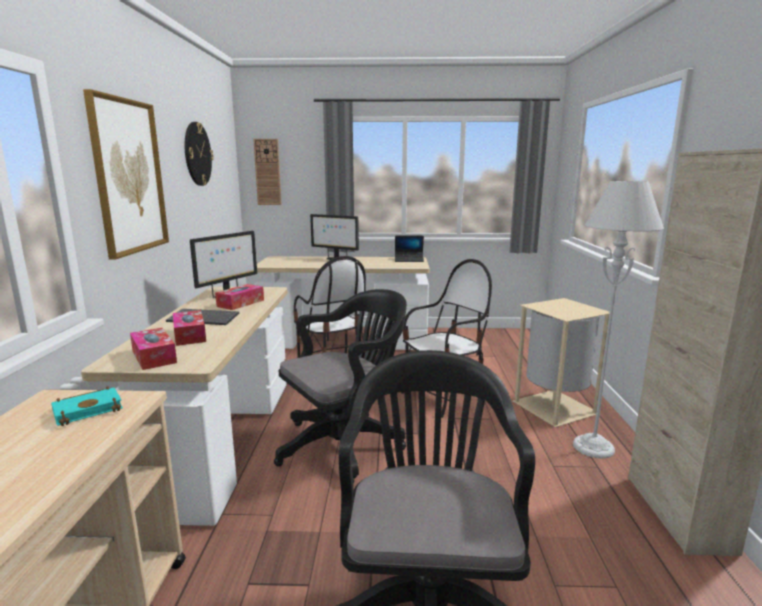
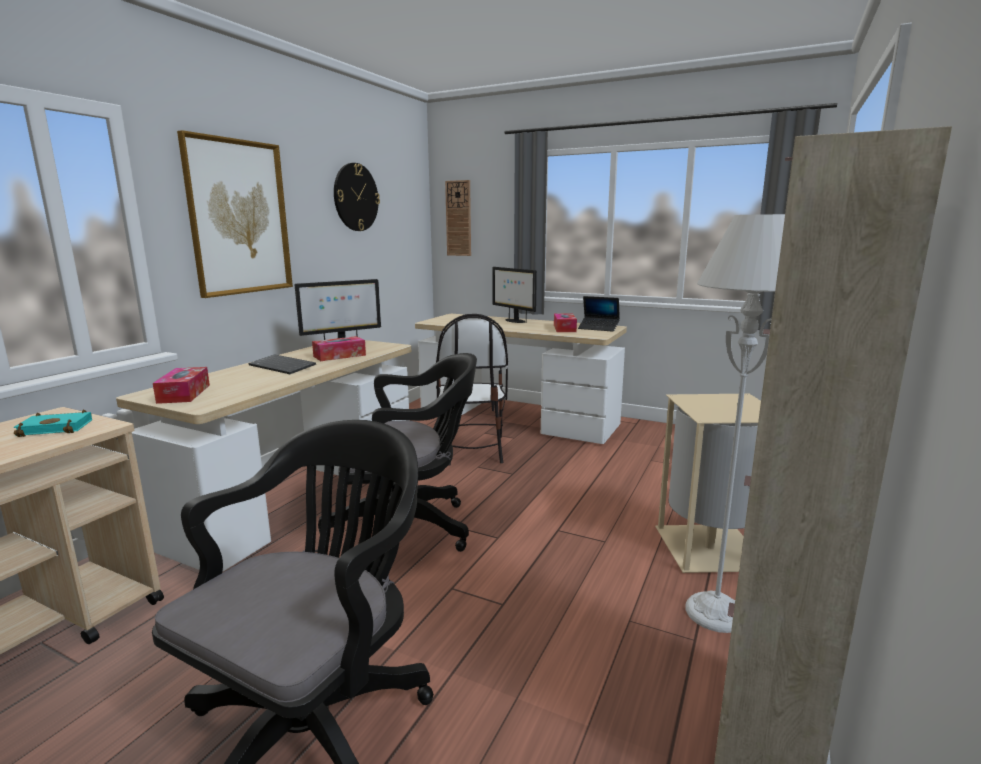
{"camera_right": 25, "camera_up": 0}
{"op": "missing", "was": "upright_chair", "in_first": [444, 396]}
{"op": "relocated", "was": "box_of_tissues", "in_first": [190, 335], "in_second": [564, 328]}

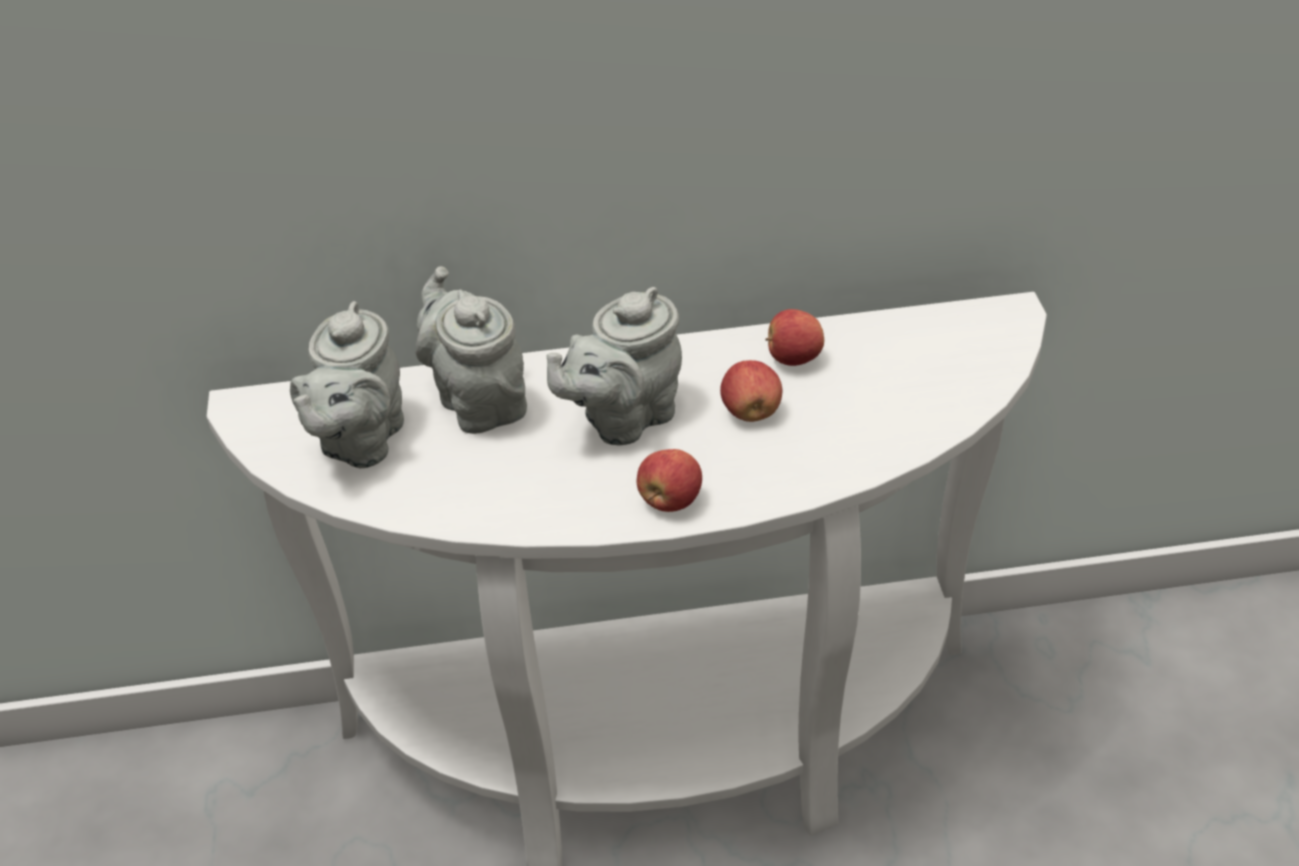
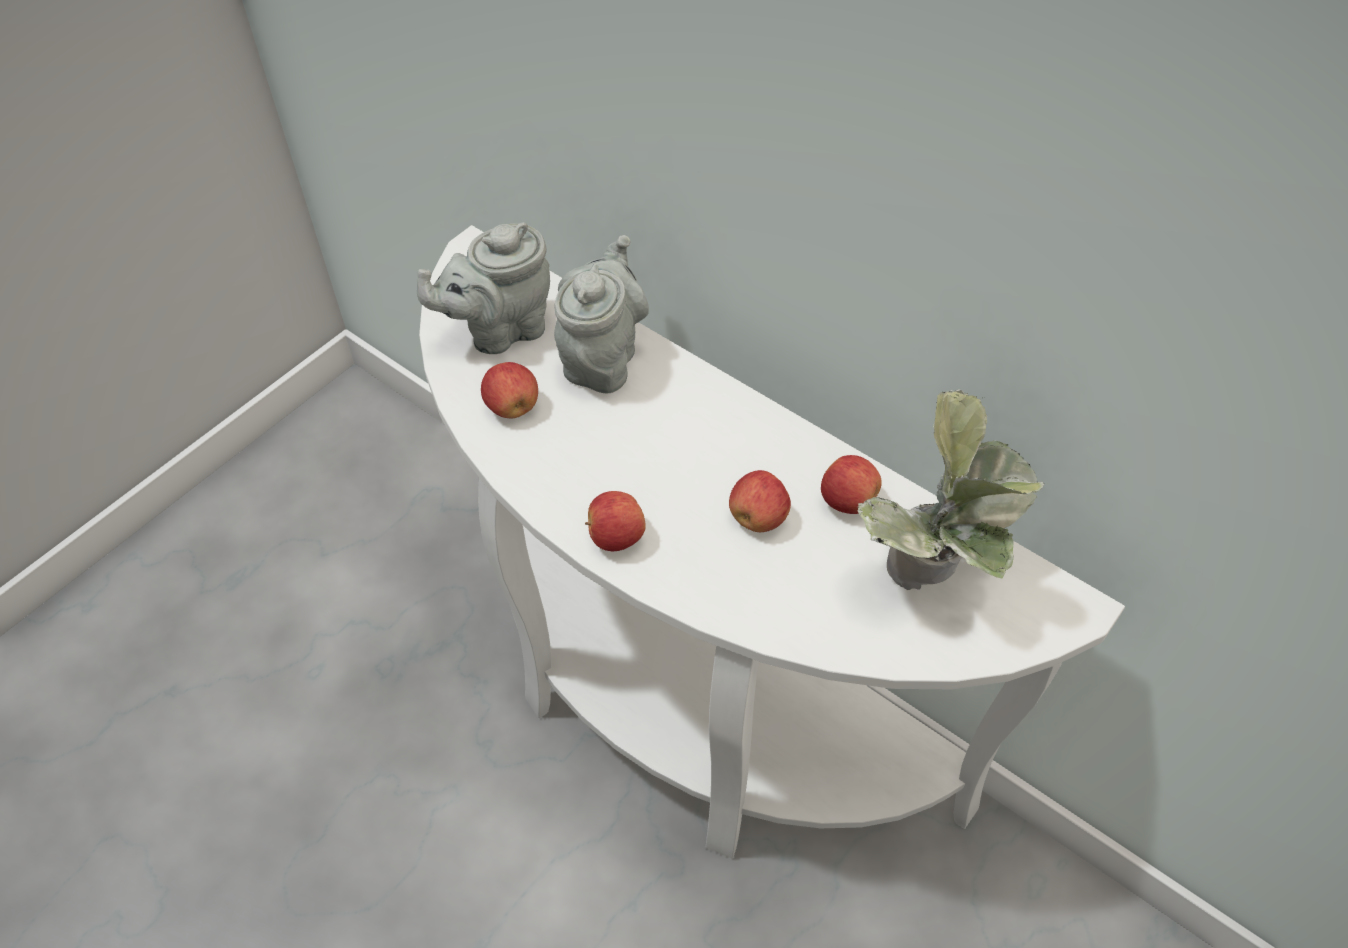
{"camera_right": 45, "camera_up": 10}
{"op": "missing", "was": "gray_teapot", "in_first": [623, 418]}
{"op": "appeared", "now": "apple", "in_second": [512, 407]}
{"op": "appeared", "now": "potted_plant", "in_second": [932, 579]}

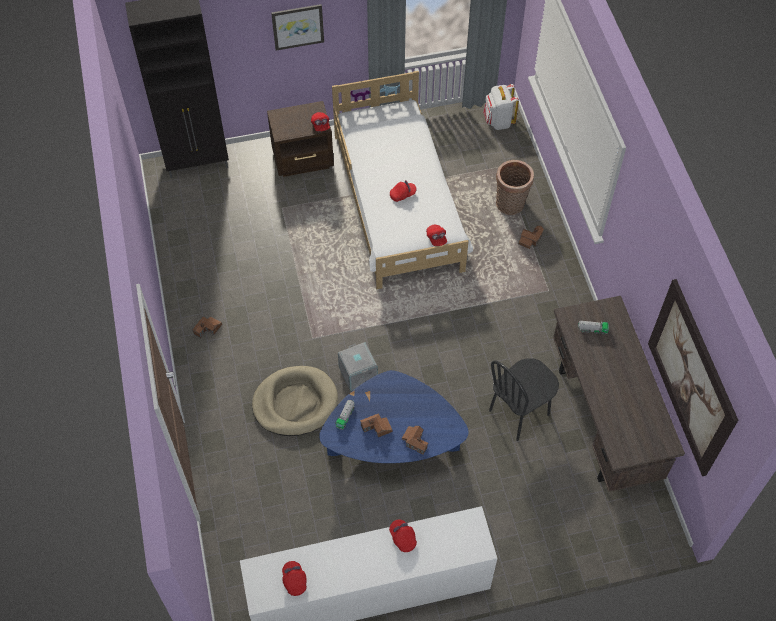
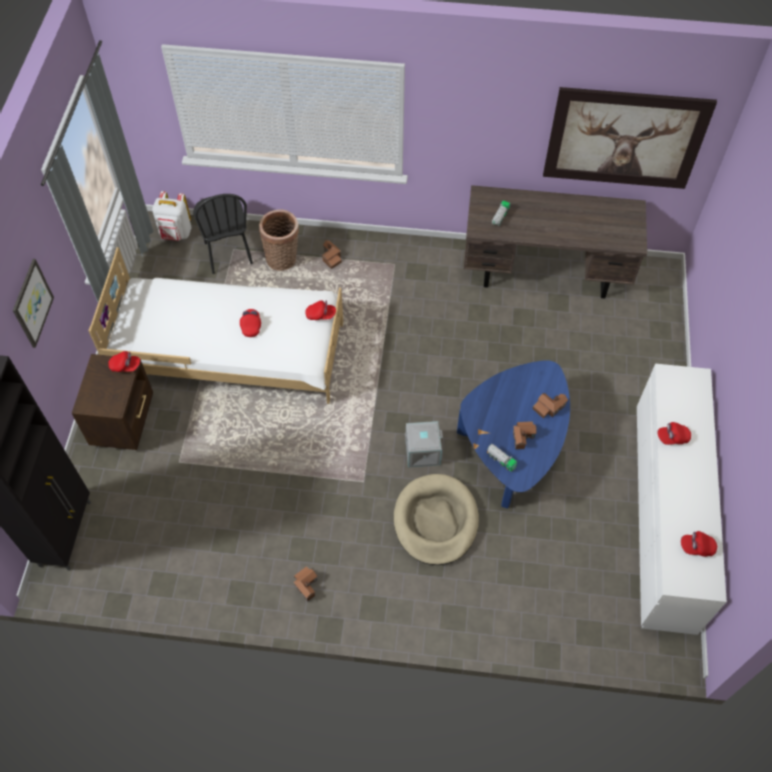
{"camera_right": -70, "camera_up": 0}
{"op": "relocated", "was": "blackish_upright_chair", "in_first": [519, 413], "in_second": [227, 253]}

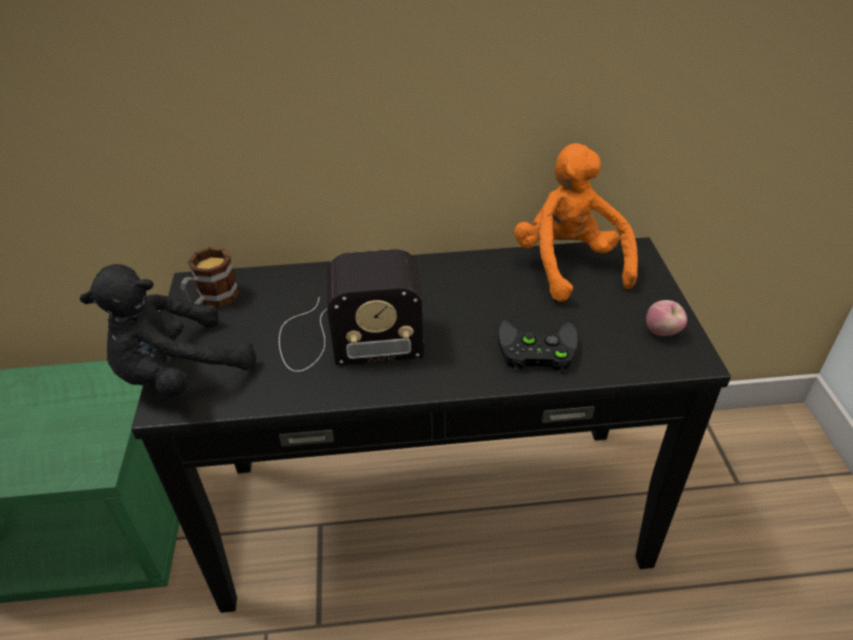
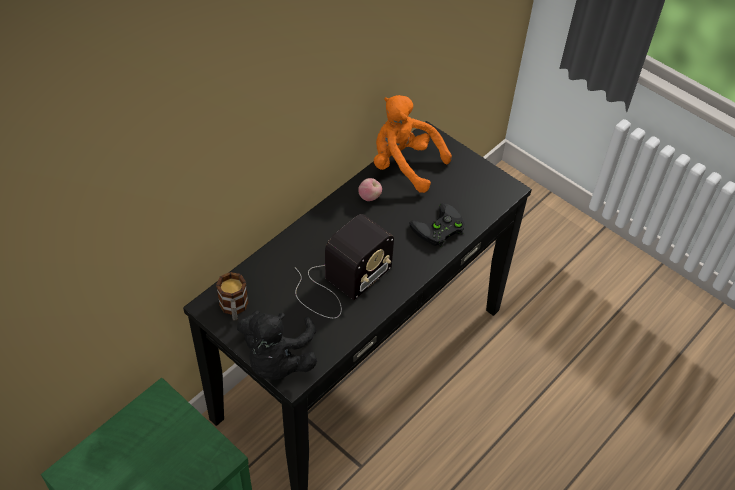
{"camera_right": -45, "camera_up": 10}
{"op": "relocated", "was": "apple", "in_first": [662, 332], "in_second": [370, 197]}

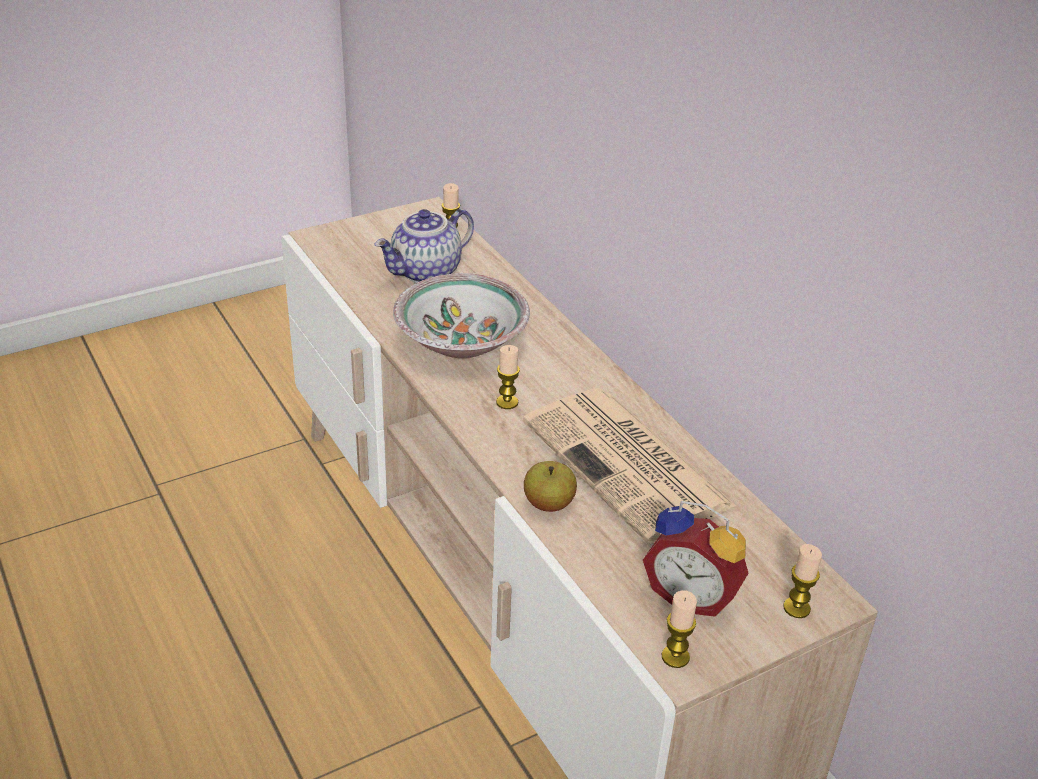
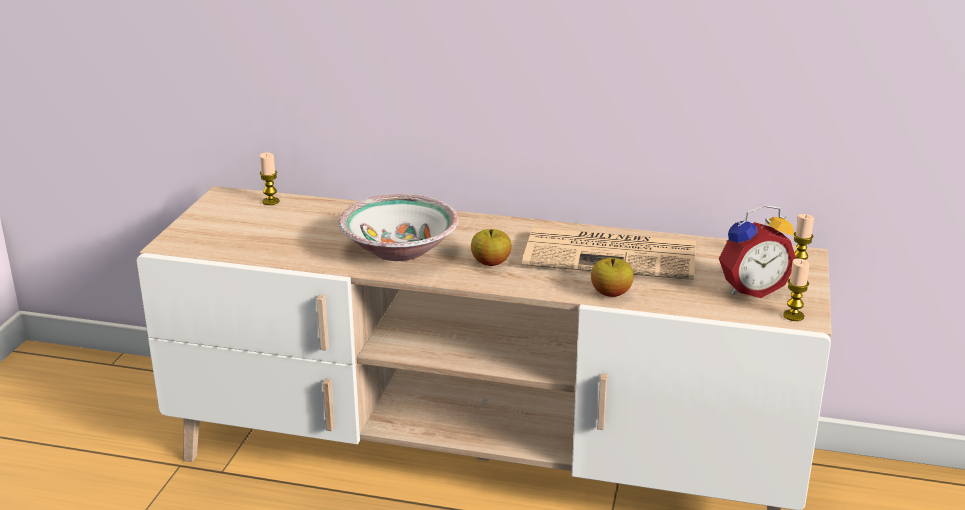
{"camera_right": -45, "camera_up": -10}
{"op": "missing", "was": "teapot", "in_first": [426, 273]}
{"op": "exchanged", "was": "wax_candle", "now": "apple", "in_first": [507, 402], "in_second": [491, 263]}

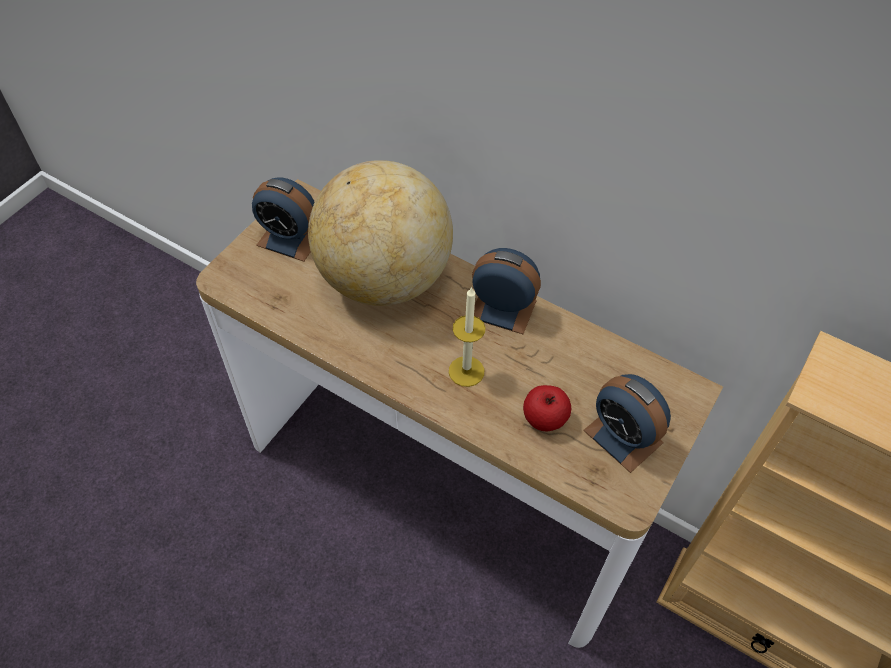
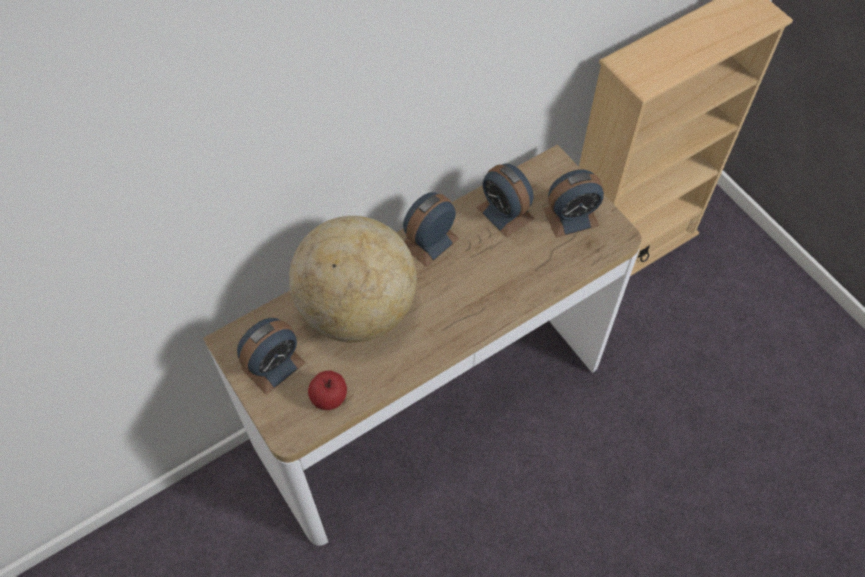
{"camera_right": -65, "camera_up": 5}
{"op": "missing", "was": "wax_candle", "in_first": [466, 371]}
{"op": "relocated", "was": "apple", "in_first": [544, 419], "in_second": [329, 397]}
{"op": "appeared", "now": "table_clock", "in_second": [505, 213]}

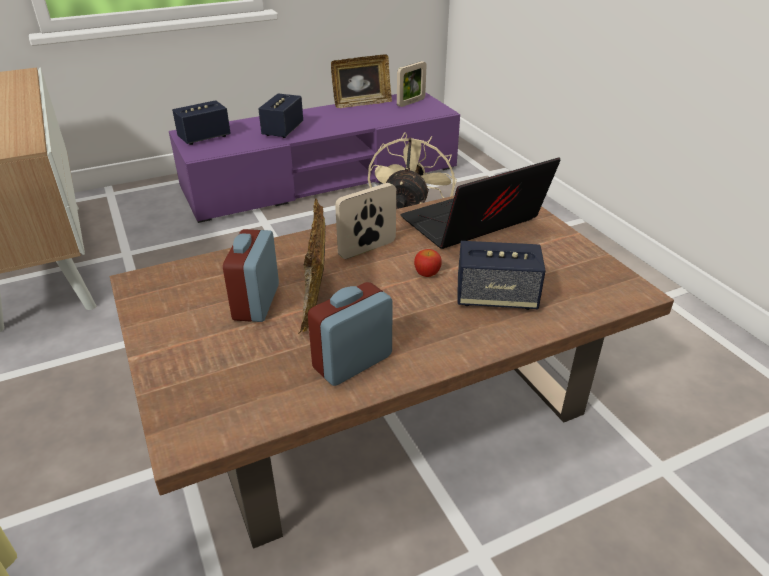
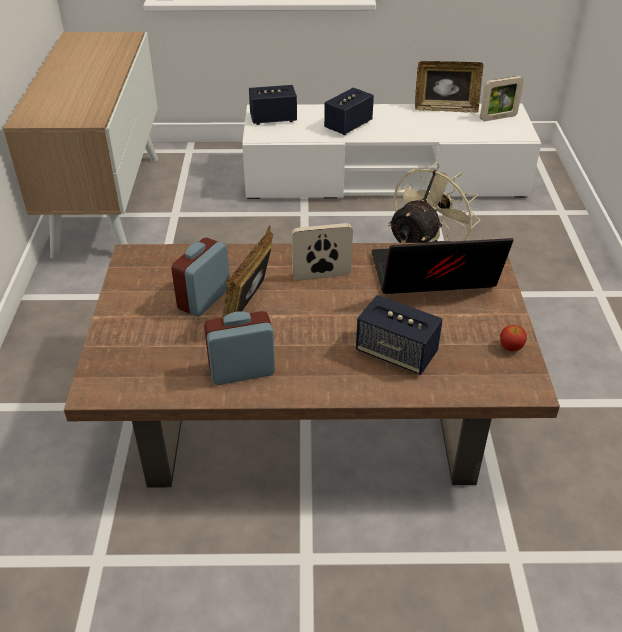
{"camera_right": 25, "camera_up": 5}
{"op": "colour", "was": "purple-coloured_tv_unit", "now": "white_tv_unit", "in_first": [322, 178], "in_second": [384, 178]}
{"op": "relocated", "was": "apple", "in_first": [427, 273], "in_second": [511, 347]}

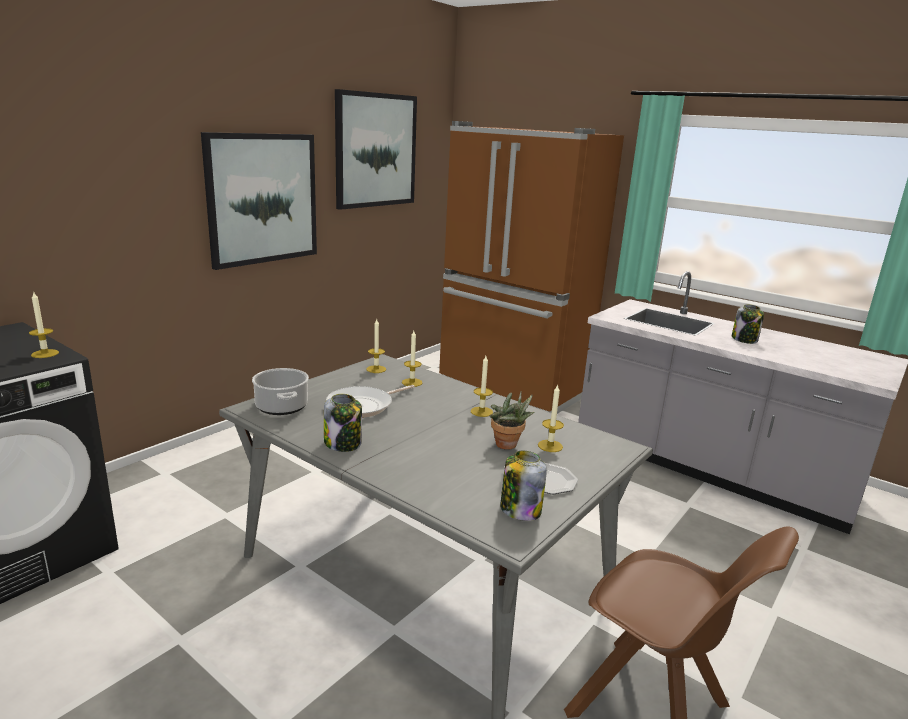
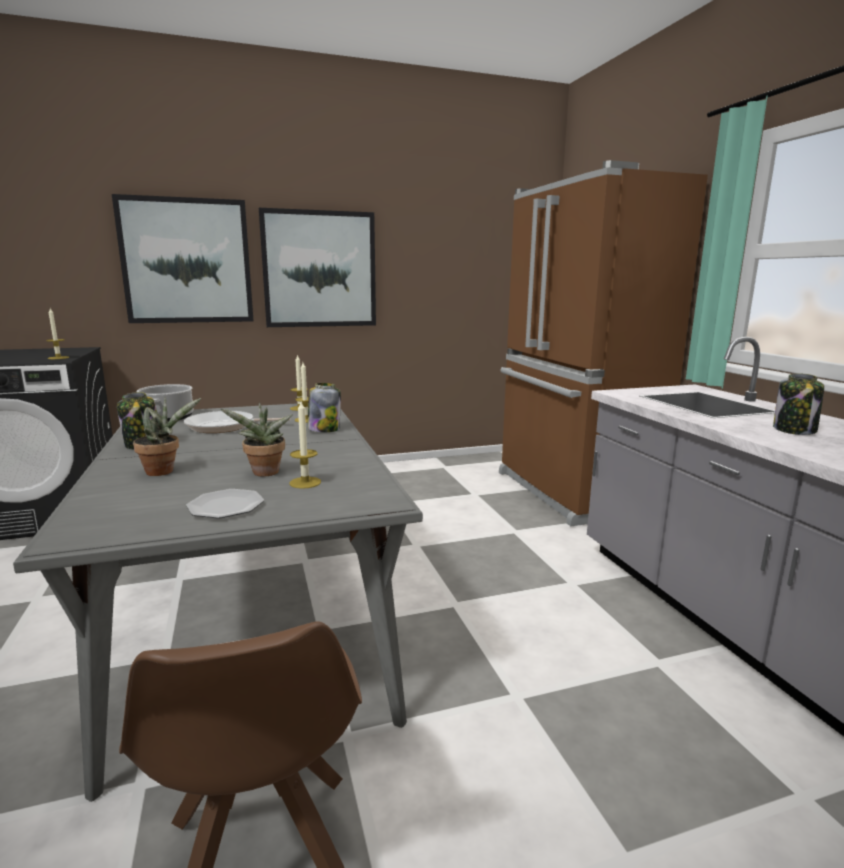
{"camera_right": 35, "camera_up": -5}
{"op": "relocated", "was": "wall_art", "in_first": [376, 150], "in_second": [187, 261]}
{"op": "missing", "was": "wax_candle", "in_first": [481, 411]}
{"op": "relocated", "was": "preserve_jar", "in_first": [520, 510], "in_second": [324, 429]}
{"op": "appeared", "now": "potted_plant", "in_second": [164, 471]}

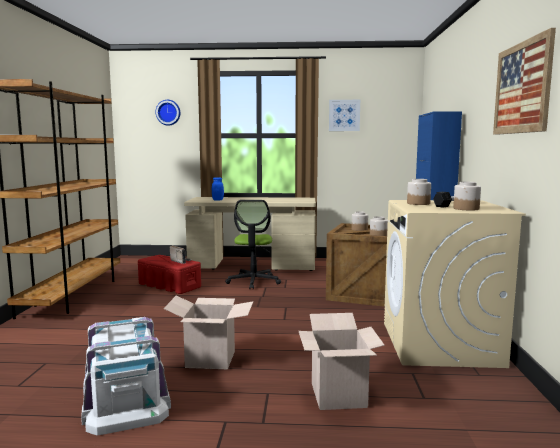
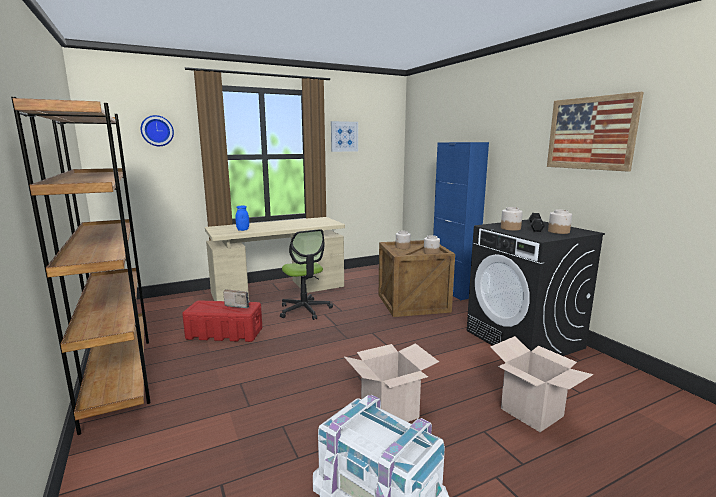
{"camera_right": -30, "camera_up": 5}
{"op": "colour", "was": "beige_laundry_machine", "now": "blackish_laundry_machine", "in_first": [440, 344], "in_second": [524, 339]}

